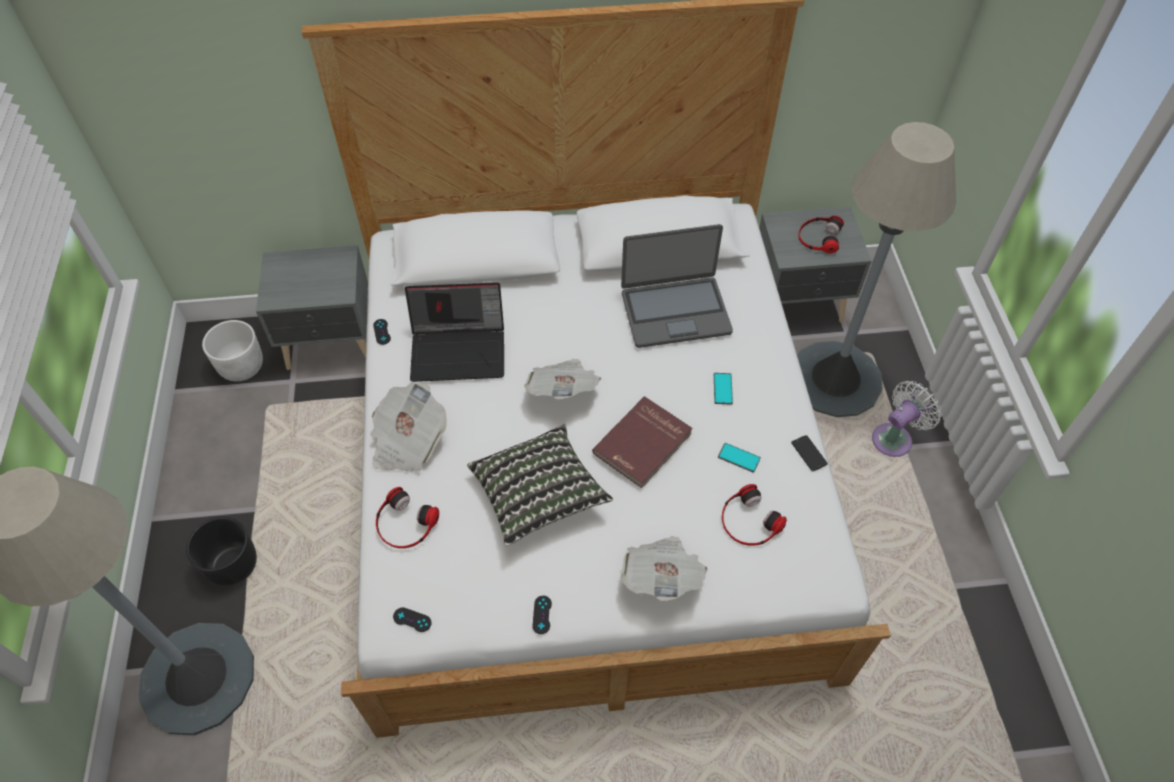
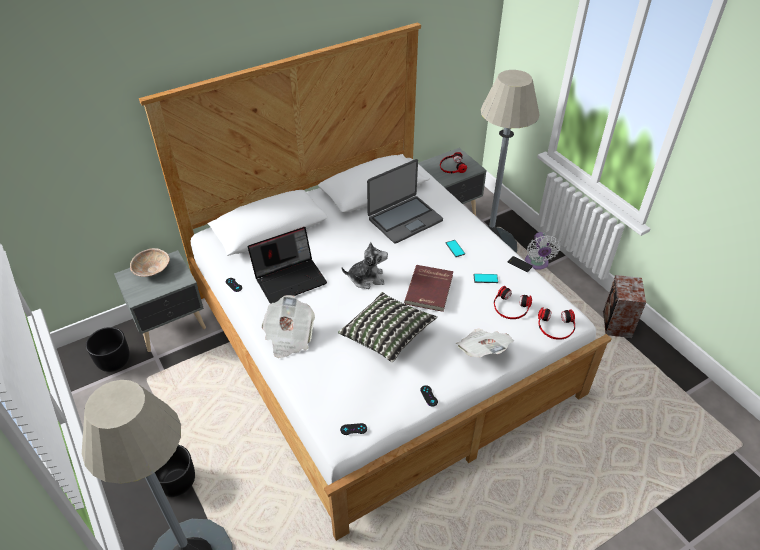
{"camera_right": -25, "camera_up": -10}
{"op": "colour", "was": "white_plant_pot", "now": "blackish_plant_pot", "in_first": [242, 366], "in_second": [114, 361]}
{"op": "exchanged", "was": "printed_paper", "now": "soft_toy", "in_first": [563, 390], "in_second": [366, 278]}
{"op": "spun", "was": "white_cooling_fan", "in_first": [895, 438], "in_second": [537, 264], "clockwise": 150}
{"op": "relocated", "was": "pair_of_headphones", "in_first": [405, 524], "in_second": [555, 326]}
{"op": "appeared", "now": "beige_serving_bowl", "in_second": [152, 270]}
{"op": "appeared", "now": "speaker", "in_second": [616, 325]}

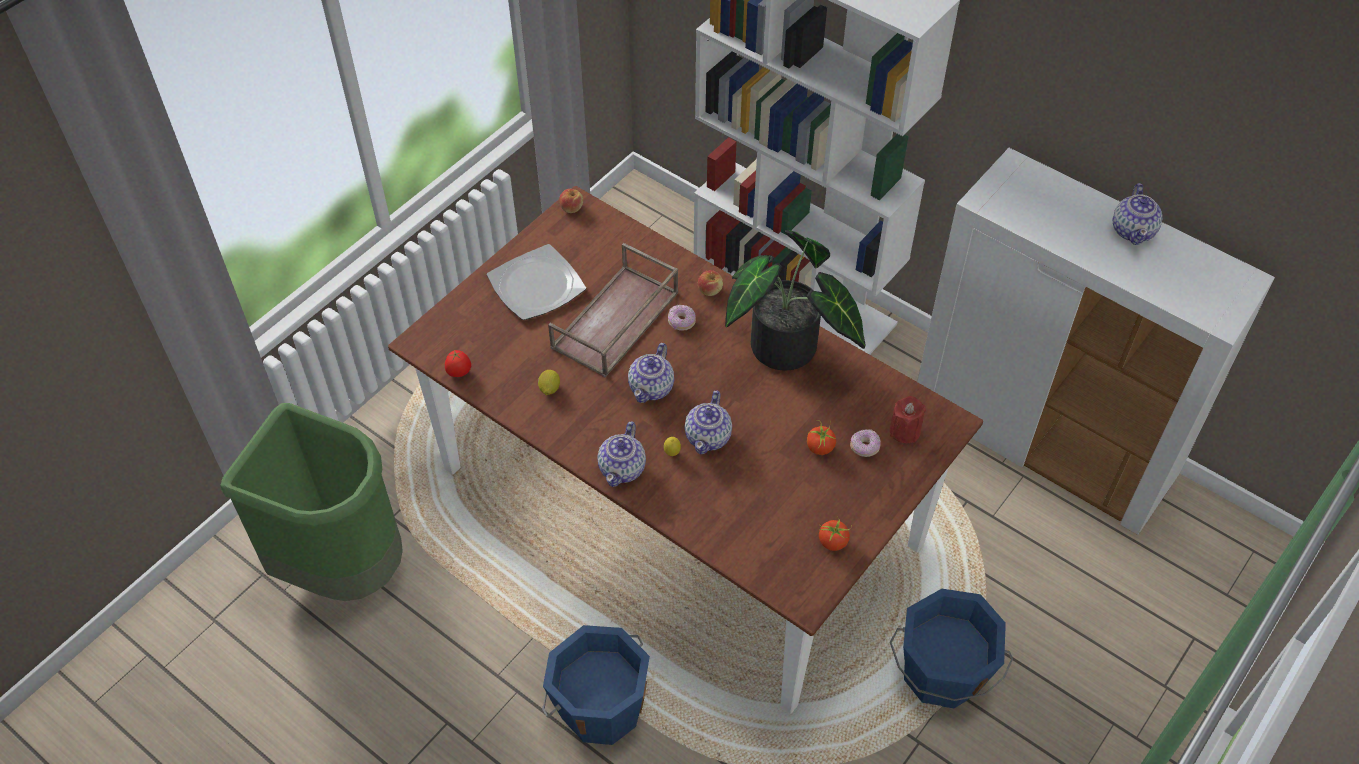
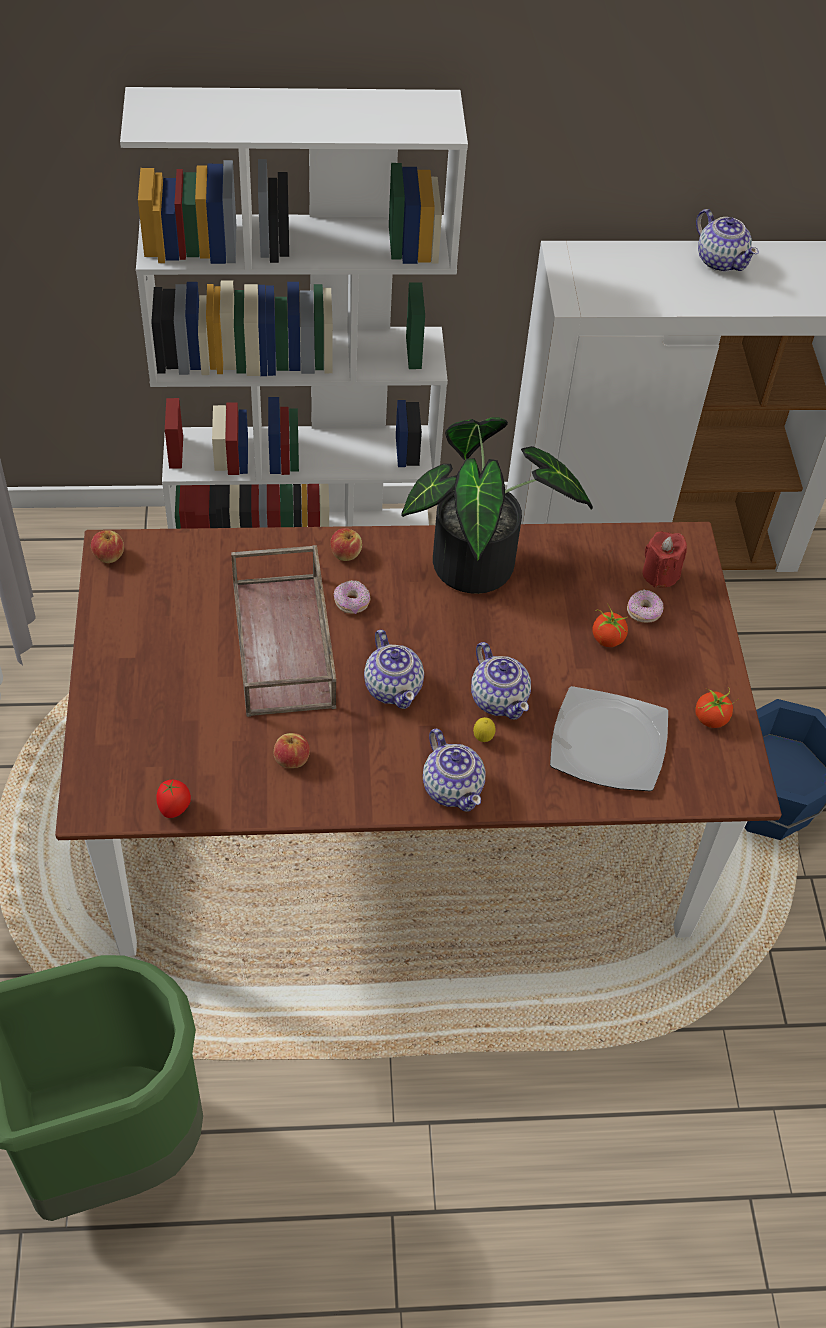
{"camera_right": -45, "camera_up": 0}
{"op": "relocated", "was": "plate", "in_first": [535, 285], "in_second": [607, 743]}
{"op": "exchanged", "was": "whole_lemon", "now": "apple", "in_first": [549, 389], "in_second": [291, 759]}
{"op": "missing", "was": "blue-coloured_pail", "in_first": [600, 706]}

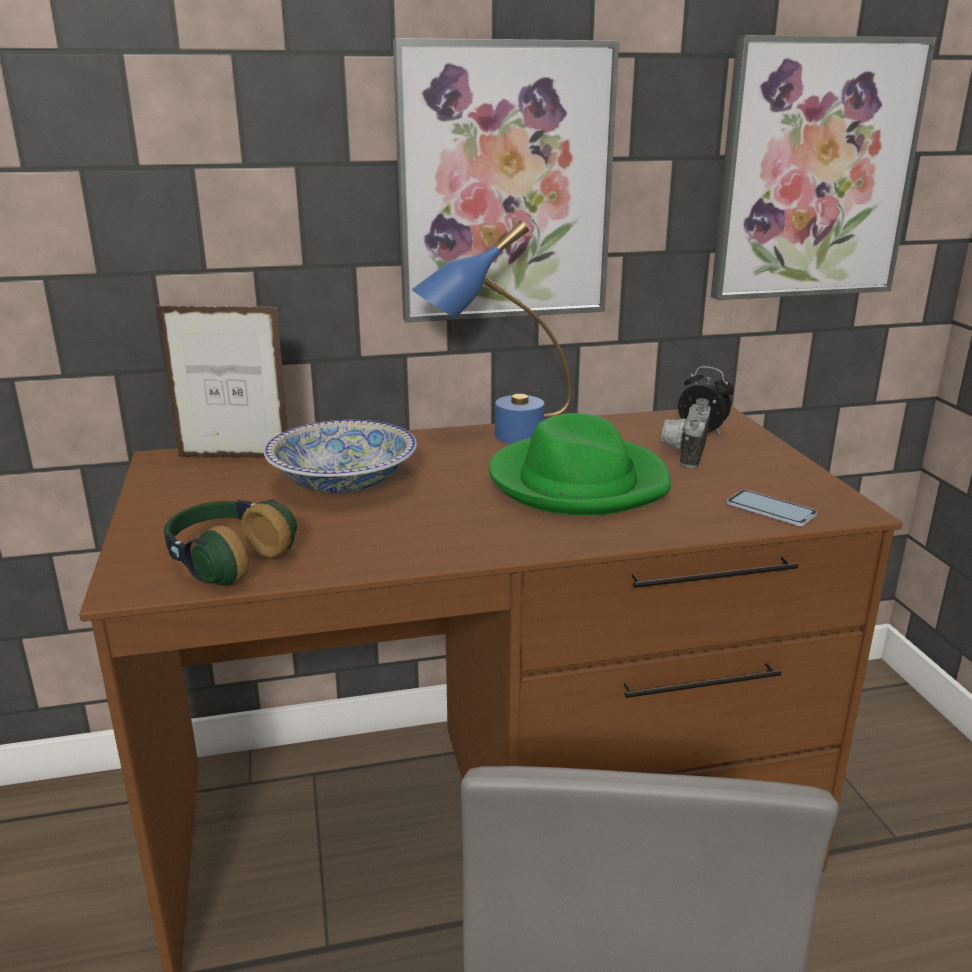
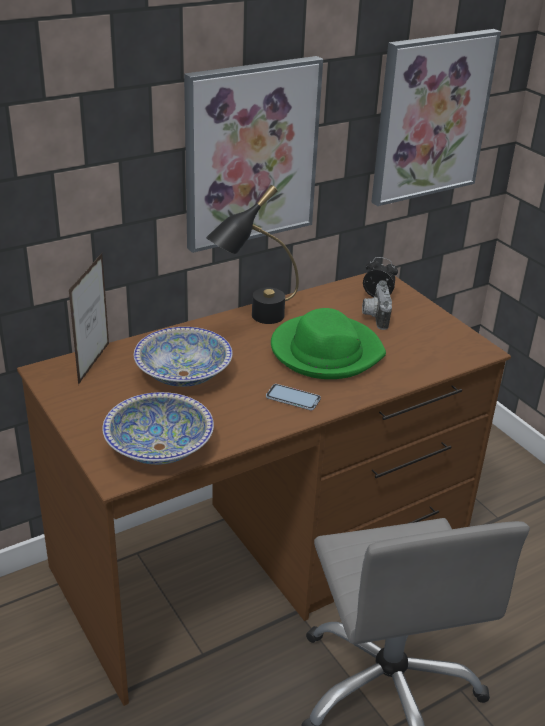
{"camera_right": -20, "camera_up": 10}
{"op": "colour", "was": "blue-coloured_tabletop_lamp", "now": "blackish_tabletop_lamp", "in_first": [495, 438], "in_second": [254, 320]}
{"op": "spun", "was": "standing_frame", "in_first": [234, 458], "in_second": [94, 363], "clockwise": 120}
{"op": "relocated", "was": "phone", "in_first": [771, 509], "in_second": [293, 398]}
{"op": "exchanged", "was": "pair_of_headphones", "now": "serving_bowl", "in_first": [227, 560], "in_second": [159, 447]}

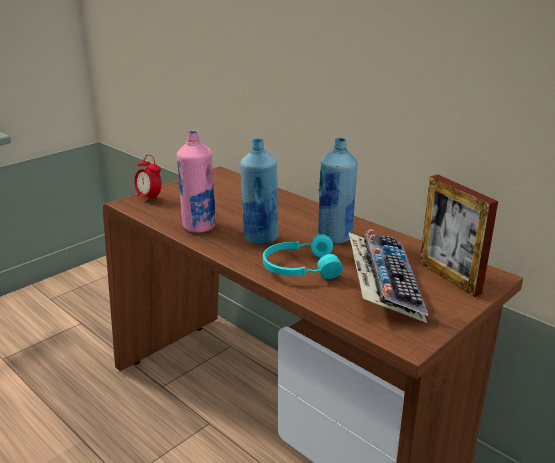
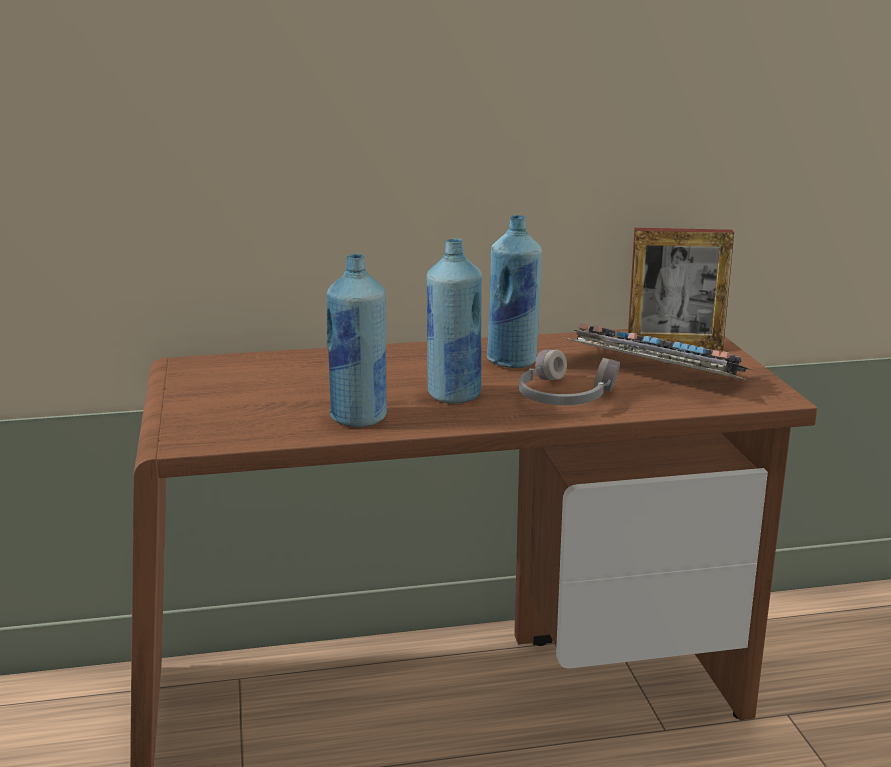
{"camera_right": -55, "camera_up": -5}
{"op": "colour", "was": "pinkish_bottle", "now": "blue-coloured_bottle", "in_first": [199, 227], "in_second": [359, 418]}
{"op": "missing", "was": "table_clock", "in_first": [149, 198]}
{"op": "colour", "was": "turquoise_pair_of_headphones", "now": "gray_pair_of_headphones", "in_first": [300, 268], "in_second": [563, 397]}

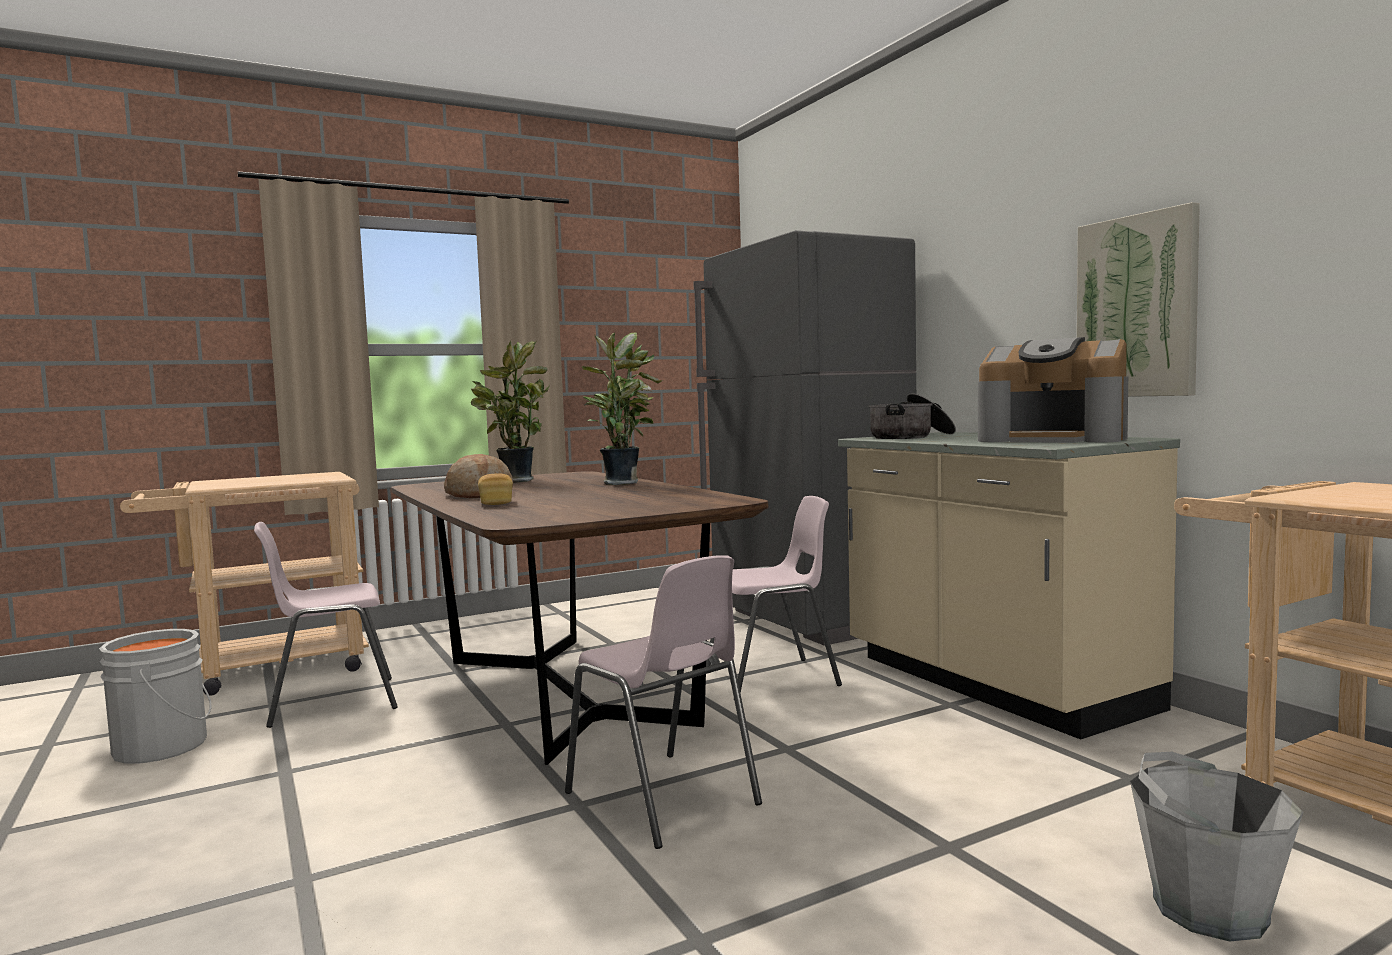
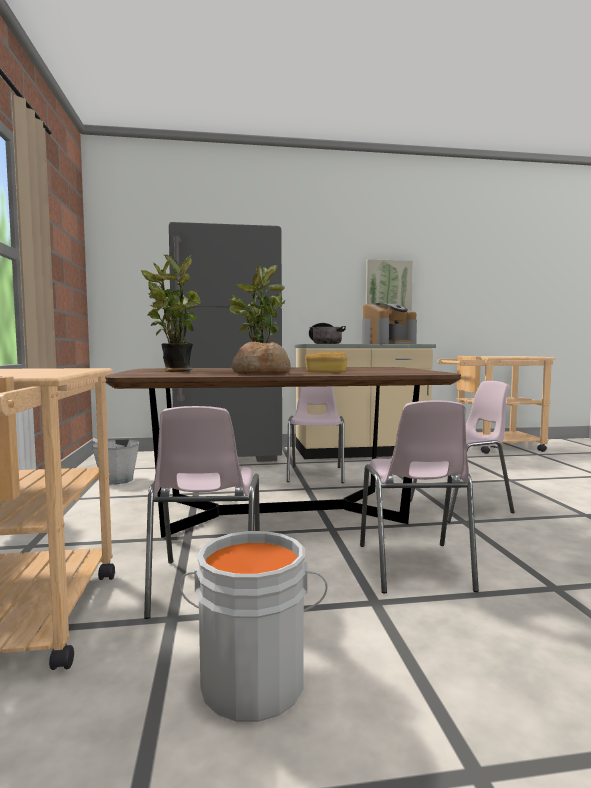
{"camera_right": -70, "camera_up": 0}
{"op": "relocated", "was": "gray_pail", "in_first": [1208, 909], "in_second": [116, 480]}
{"op": "appeared", "now": "pinkish_upright_chair", "in_second": [414, 567]}

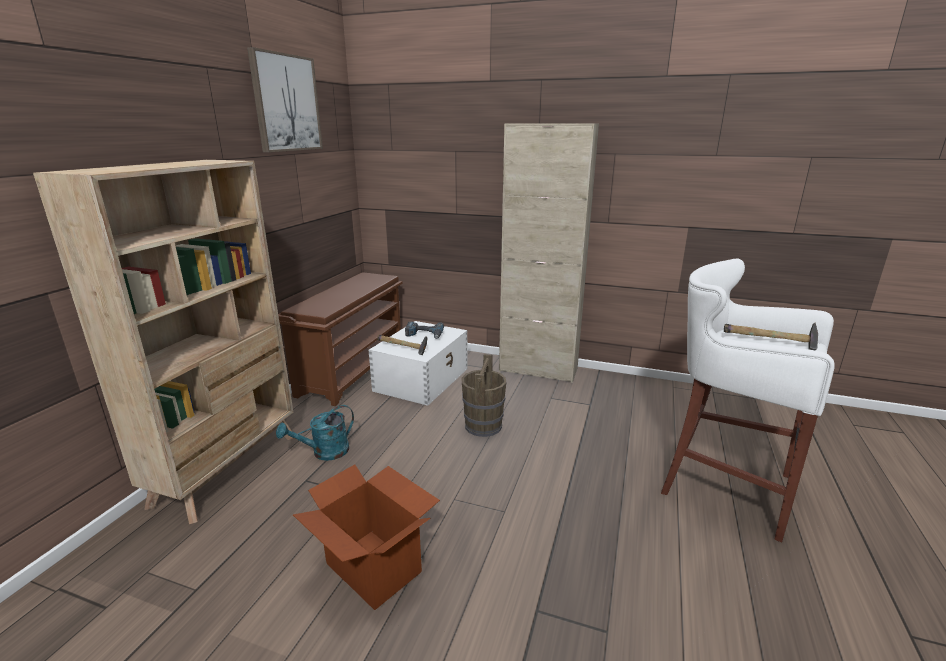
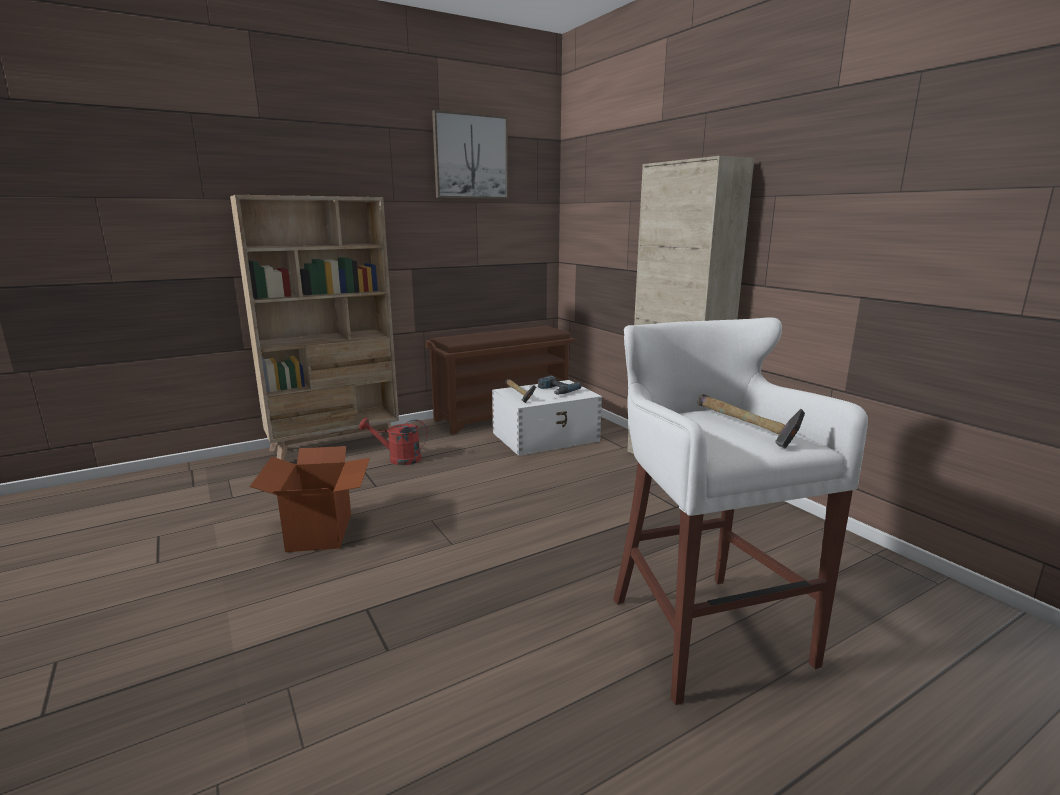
{"camera_right": 40, "camera_up": -5}
{"op": "missing", "was": "brown_pail", "in_first": [483, 425]}
{"op": "colour", "was": "turquoise_sprinkling_can", "now": "red_sprinkling_can", "in_first": [324, 453], "in_second": [398, 459]}

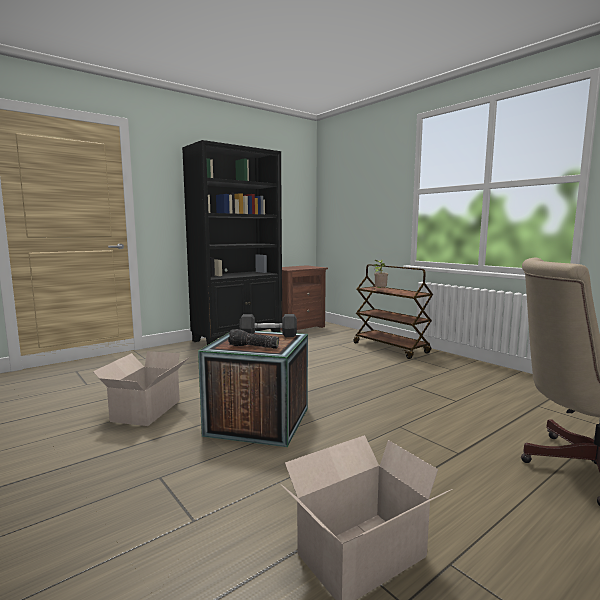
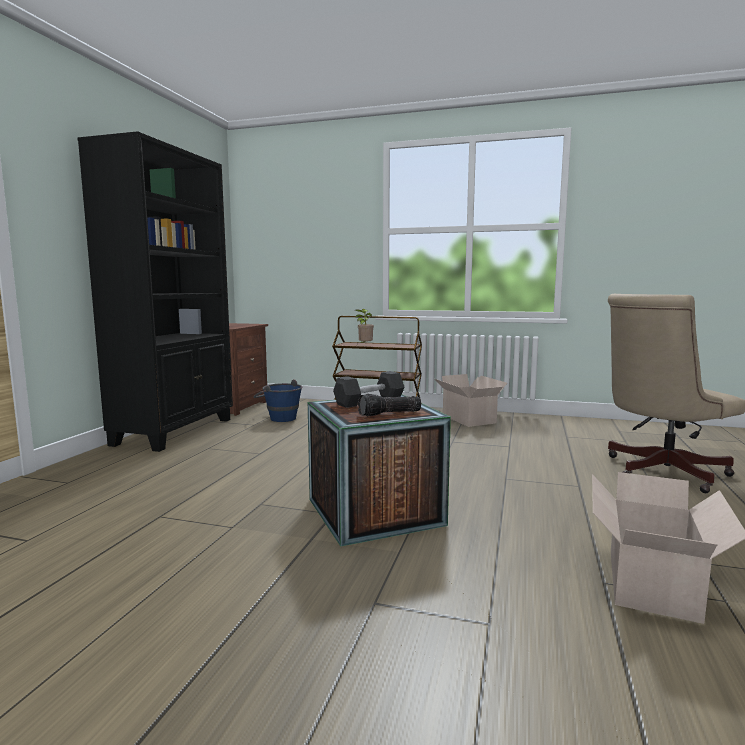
{"camera_right": -35, "camera_up": 0}
{"op": "relocated", "was": "carton", "in_first": [145, 411], "in_second": [469, 419]}
{"op": "appeared", "now": "blue-coloured_pail", "in_second": [278, 418]}

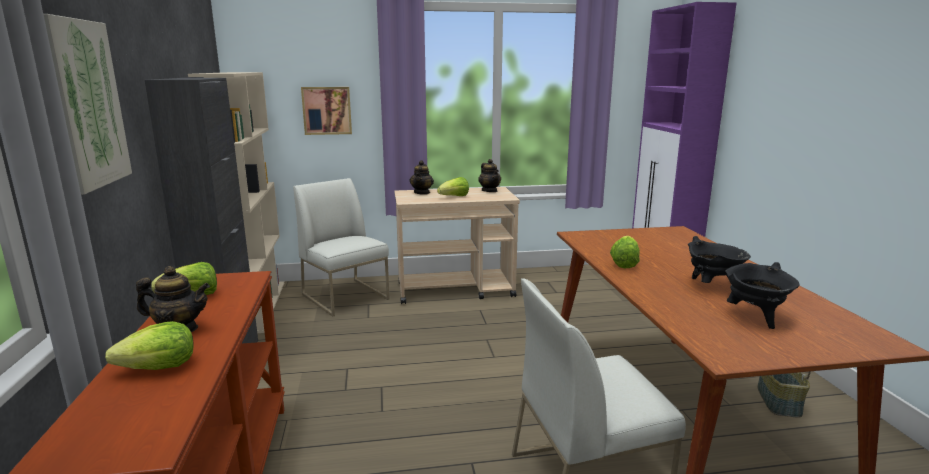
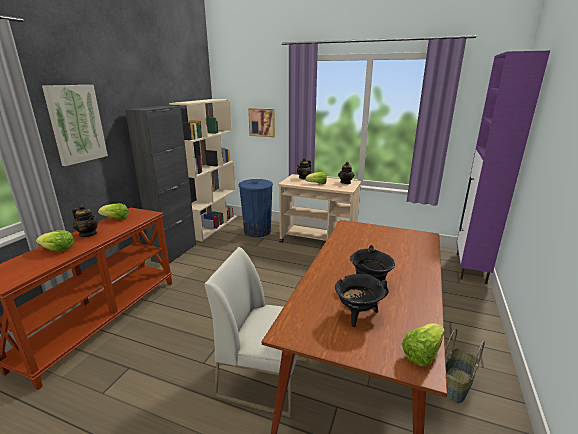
{"camera_right": 30, "camera_up": 5}
{"op": "exchanged", "was": "white_upright_chair", "now": "blue-coloured_trash_can", "in_first": [346, 297], "in_second": [257, 231]}
{"op": "relocated", "was": "lettuce", "in_first": [624, 263], "in_second": [422, 353]}

